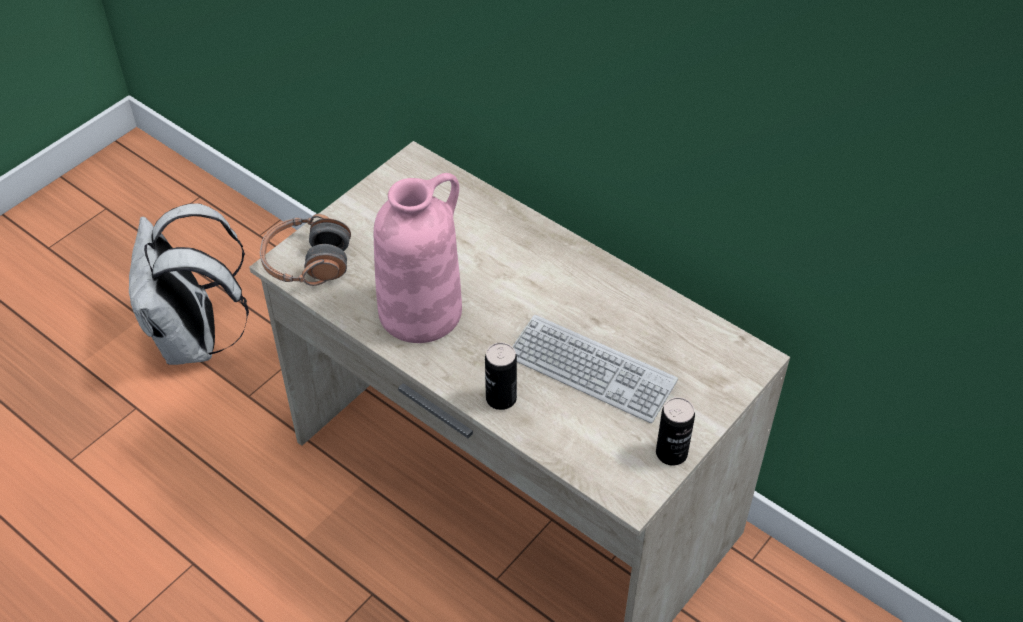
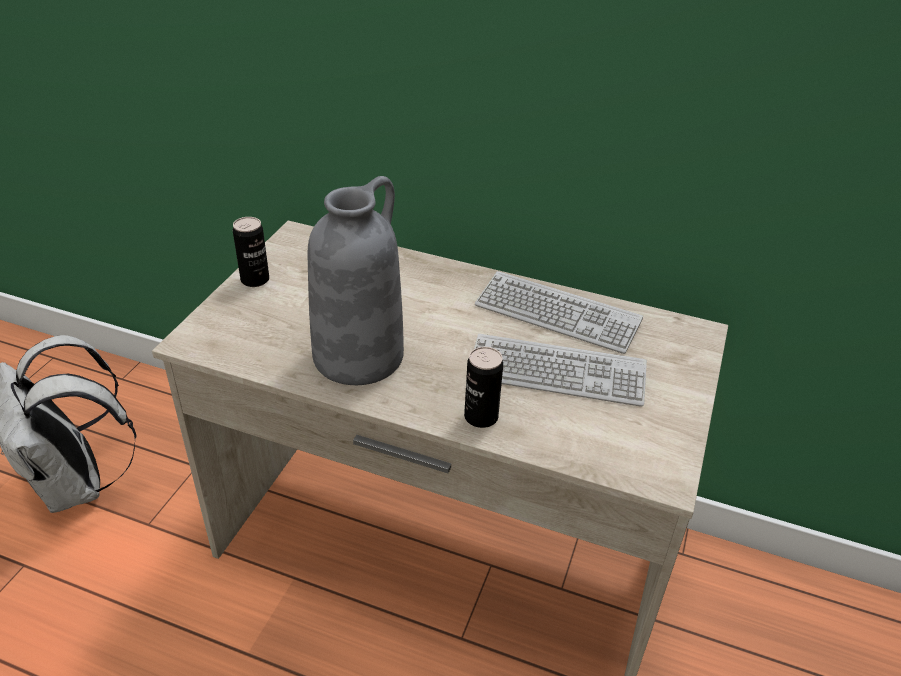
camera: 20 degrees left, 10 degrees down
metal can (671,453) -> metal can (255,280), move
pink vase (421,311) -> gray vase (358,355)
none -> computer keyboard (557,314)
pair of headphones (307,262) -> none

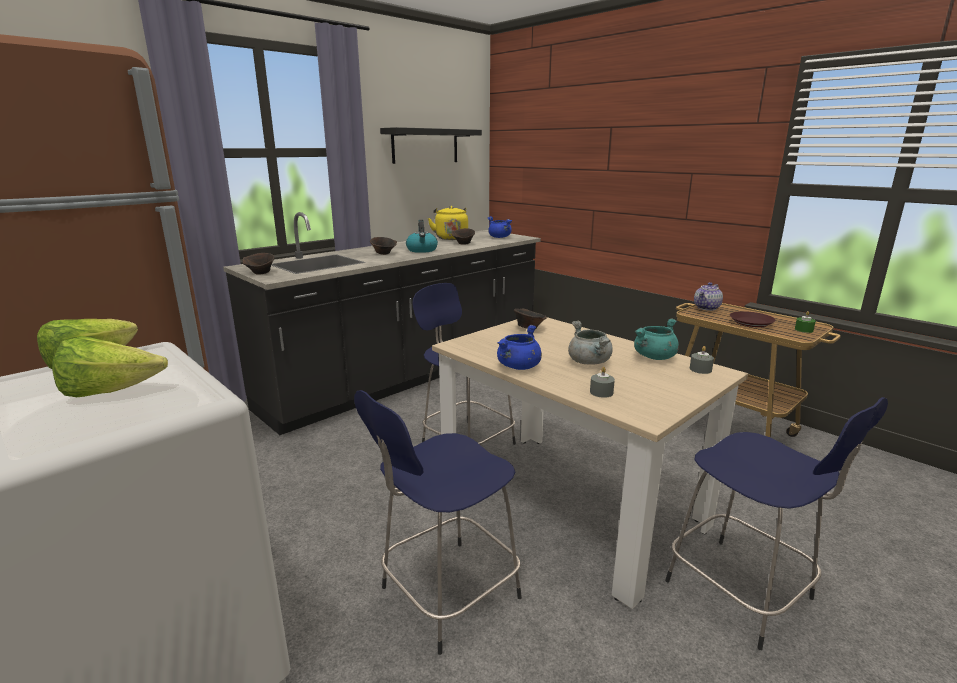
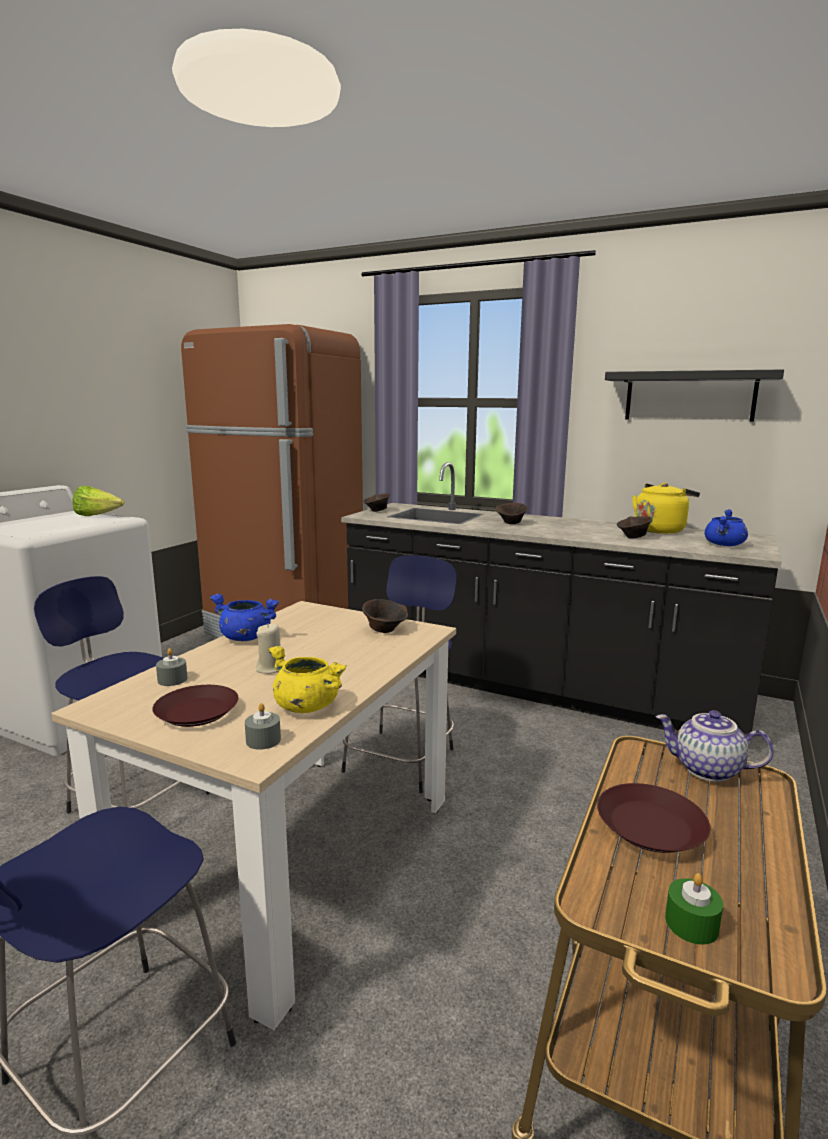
camera: 70 degrees right, 5 degrees down
none -> brownish flat dish (196,712)
gray stockpot (589,362) -> beige wax candle (271,668)
turquoise-coloured stockpot (654,357) -> yellow-coloured stockpot (306,706)
lettuce (111,392) -> none
tea kettle (422,250) -> none

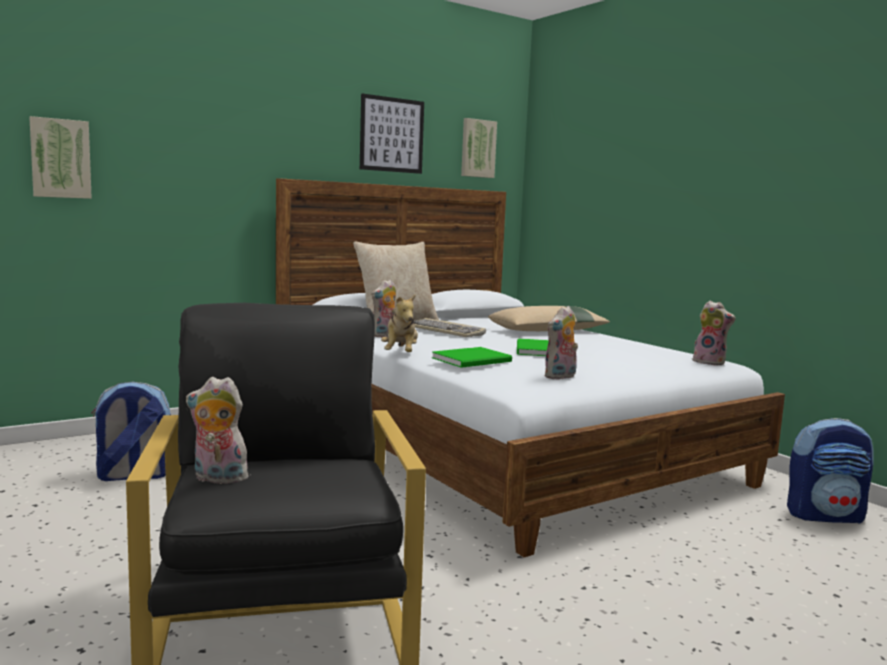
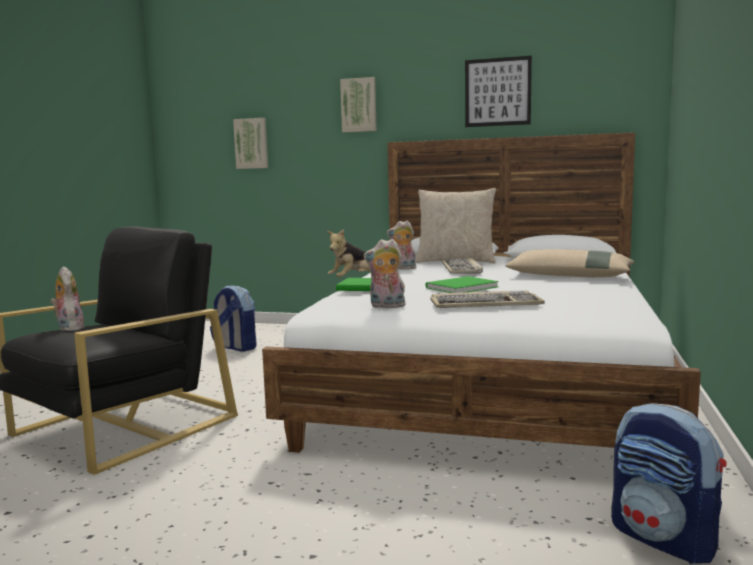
camera: 50 degrees right, 0 degrees up
picture (477,148) -> picture (359,105), move
none -> computer keyboard (485,304)
cuddly toy (710,362) -> none

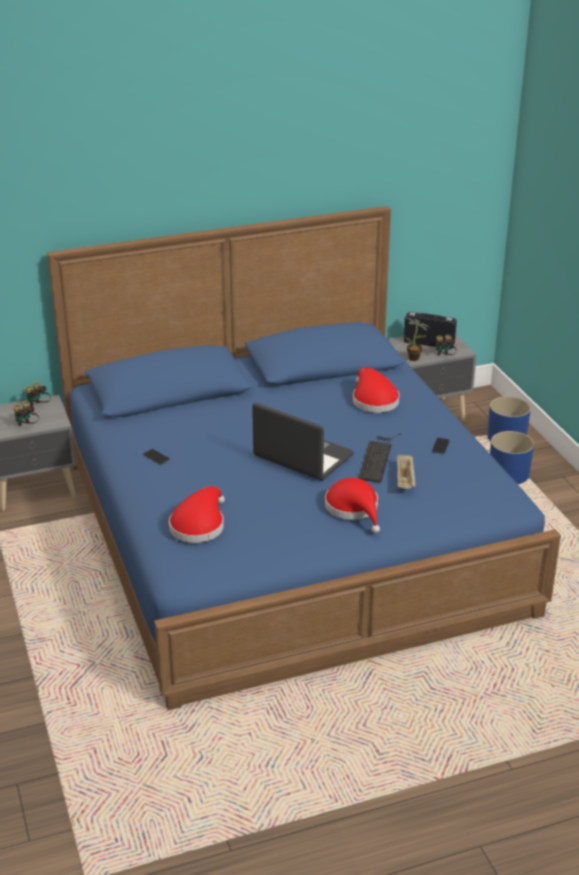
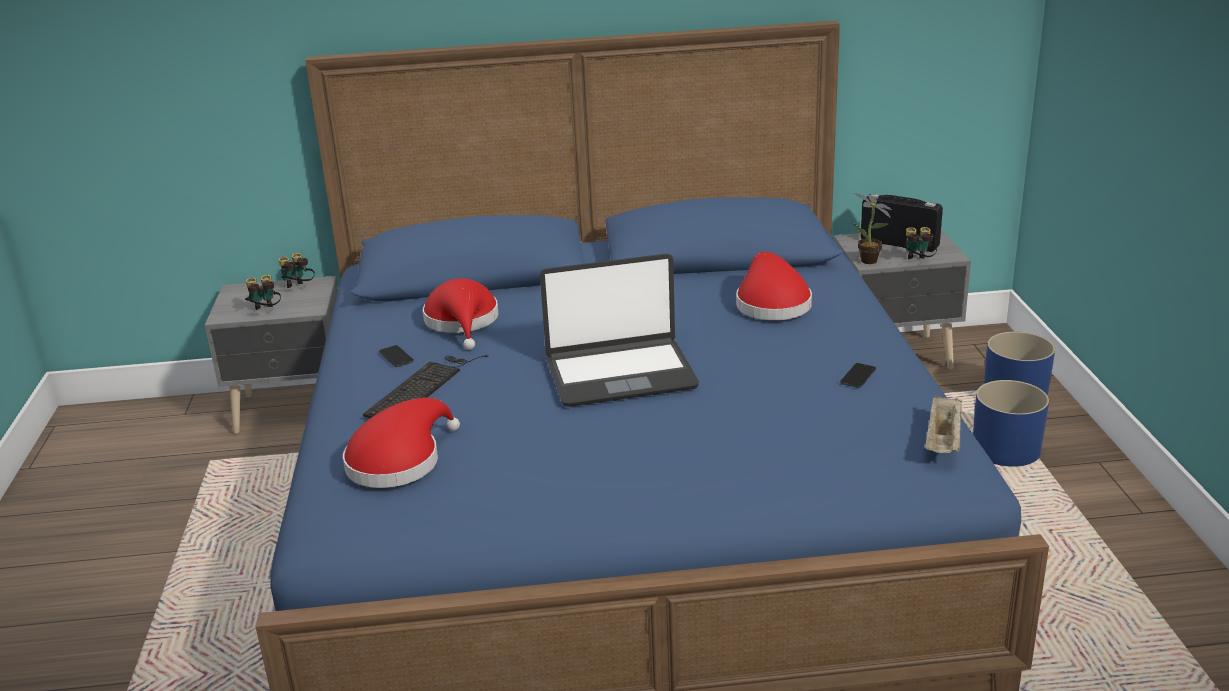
camera: 15 degrees right, 5 degrees down
computer keyboard (378,457) -> computer keyboard (423,386), move
red-coloured hat (354,509) -> red-coloured hat (463,322), move
portable computer (302,457) -> portable computer (620,374), 120 degrees clockwise
beige serving tray (405,480) -> beige serving tray (943,441), move

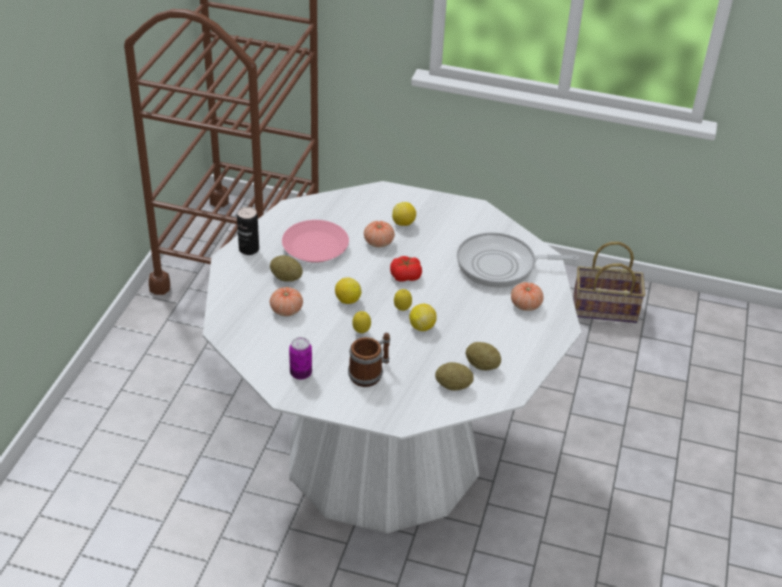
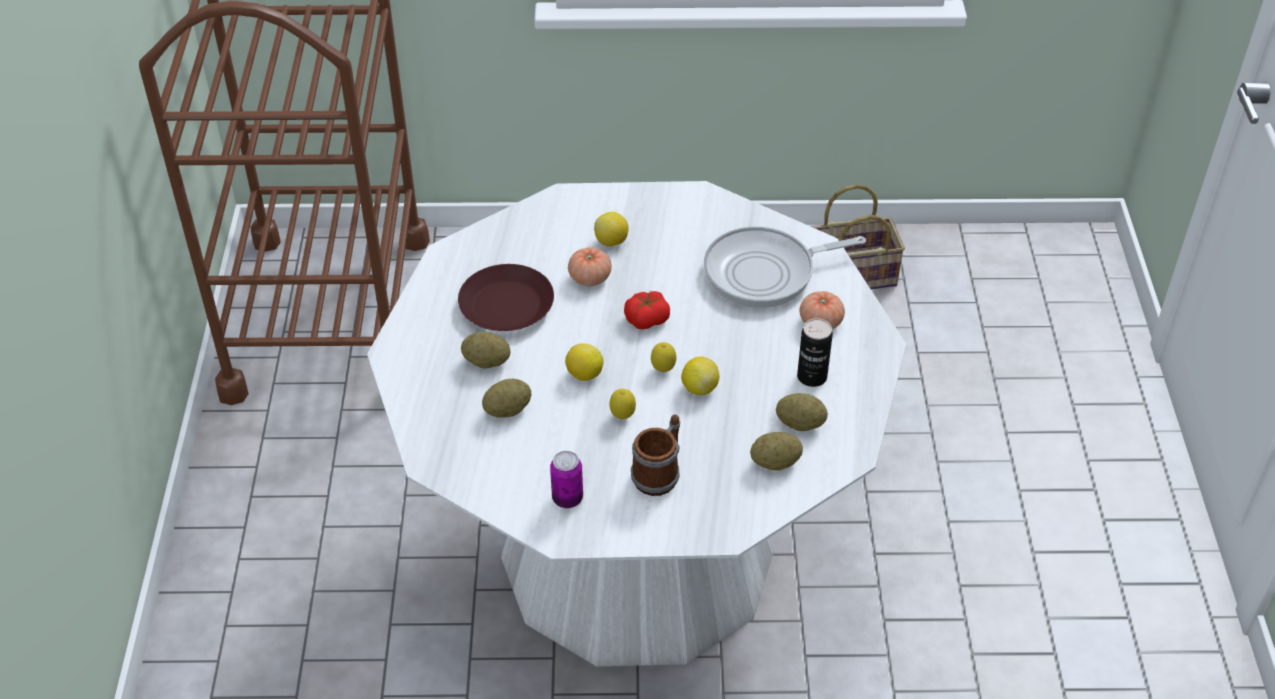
camera: 15 degrees left, 5 degrees up
pink flat dish (316,247) -> brownish flat dish (507,306)
whole tomato (286,310) -> spud (507,410)
metal can (249,249) -> metal can (812,377), move

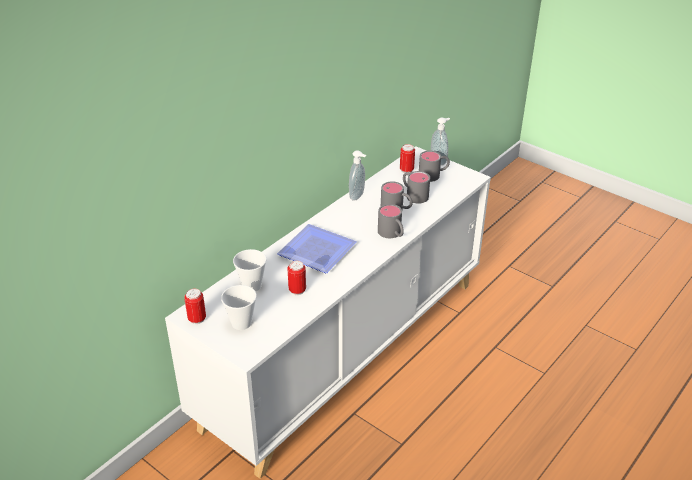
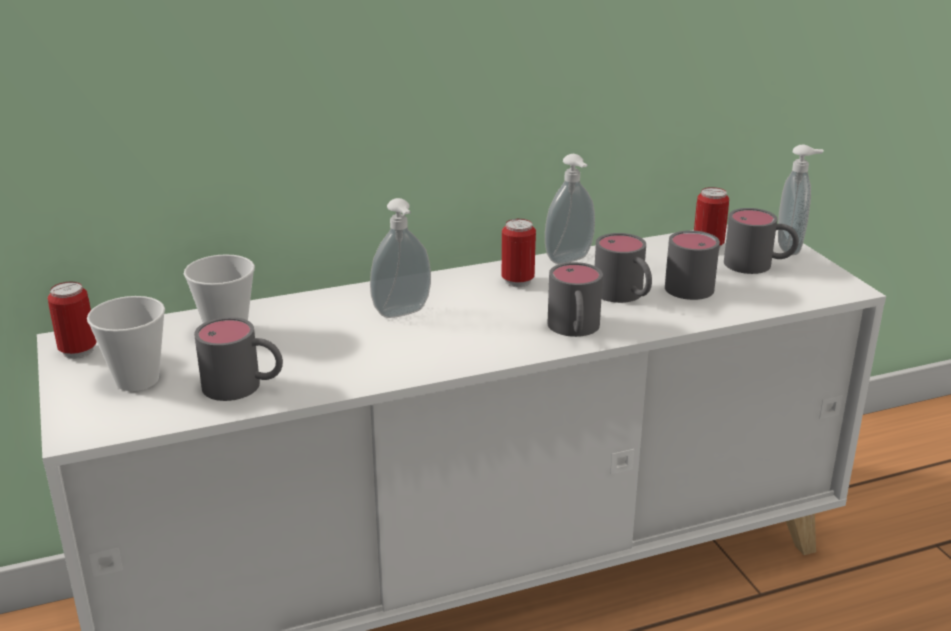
camera: 30 degrees right, 10 degrees down
none -> gray tea mug (244,386)
flat dish (316,249) -> liquid soap bottle (403,313)
metal can (297,290) -> metal can (517,281), move

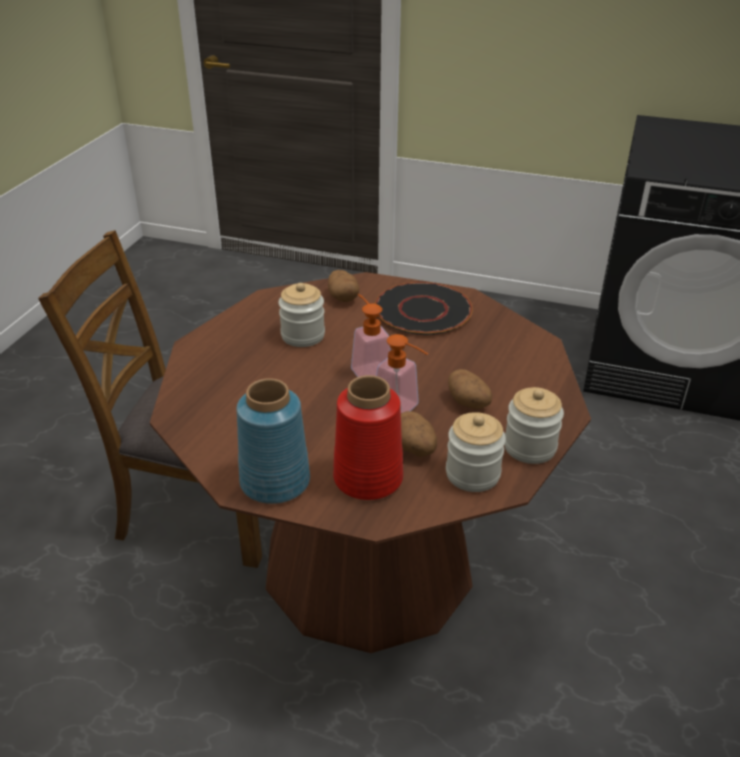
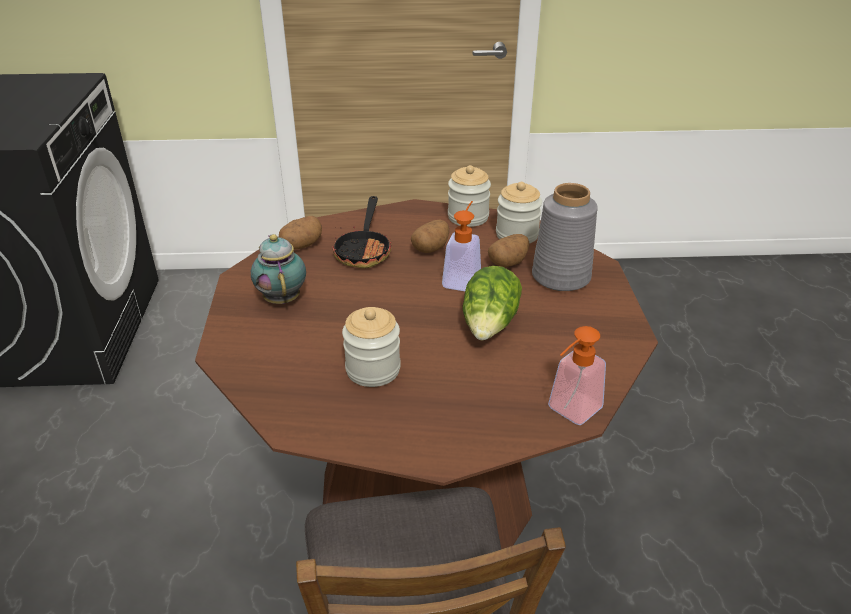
camera: 110 degrees left, 0 degrees up
black flat dish (422,310) -> pot for tea (282,298)
spud (343,297) -> spud (301,245), move
none -> skillet (364,250)
none -> lettuce (490,325)
red-coloured vase (367,477) -> gray vase (560,277)
liquid soap bottle (368,369) -> liquid soap bottle (569,412), move
blue vase (274,482) -> none

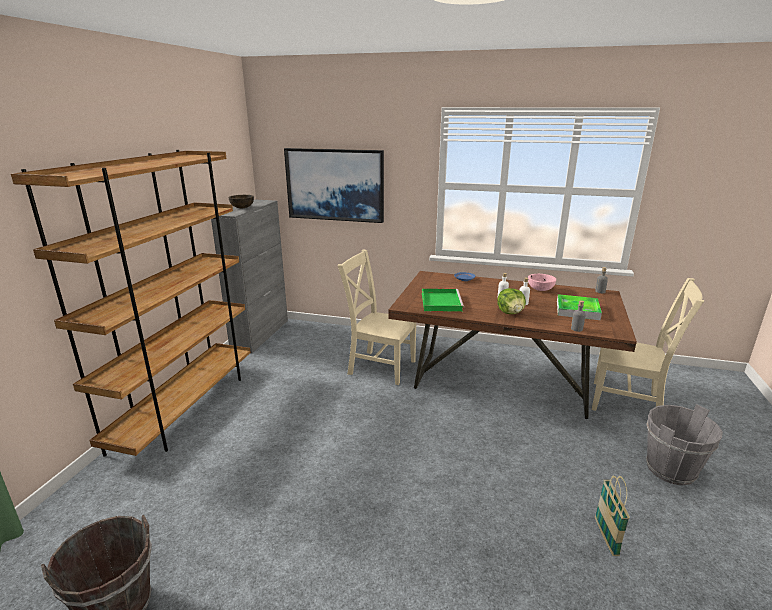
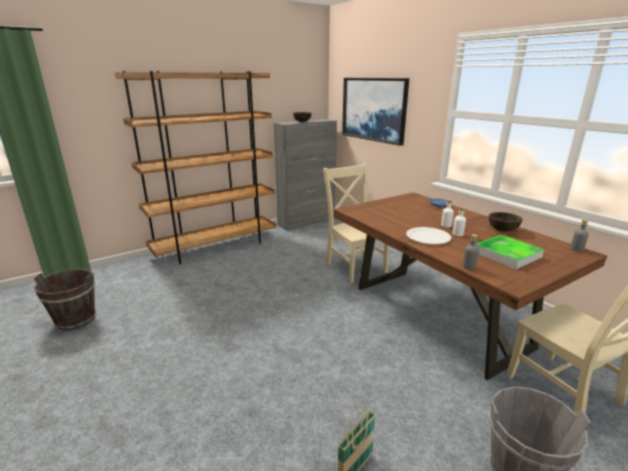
camera: 40 degrees right, 0 degrees up
lettuce (510,313) -> white-coloured flat dish (428,237)
pink deep dish (540,289) -> brownish deep dish (503,230)
green serving tray (440,302) -> none

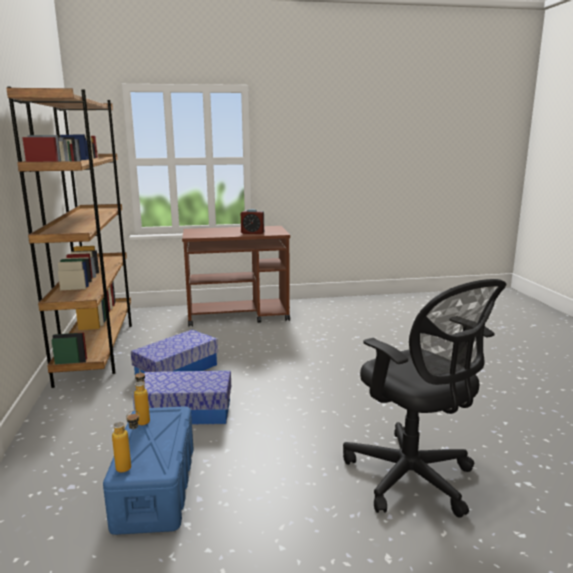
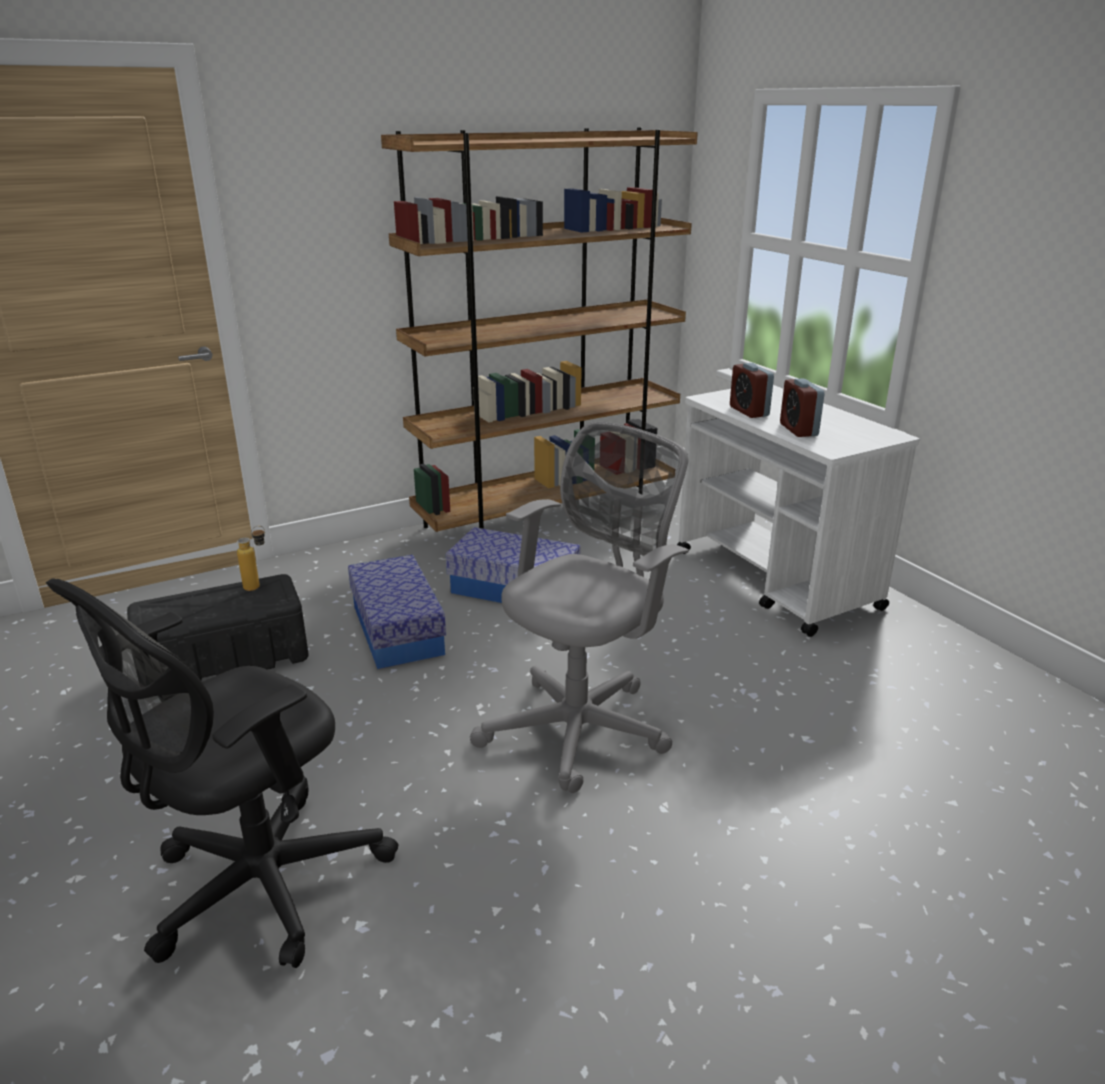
camera: 70 degrees right, 10 degrees up
blue storage container (156,486) -> black storage container (226,659)
none -> gray computer chair (582,726)
brownish trolley (238,315) -> white-coloured trolley (776,580)
none -> bedside clock (749,411)
beverage bottle (130,466) -> none

